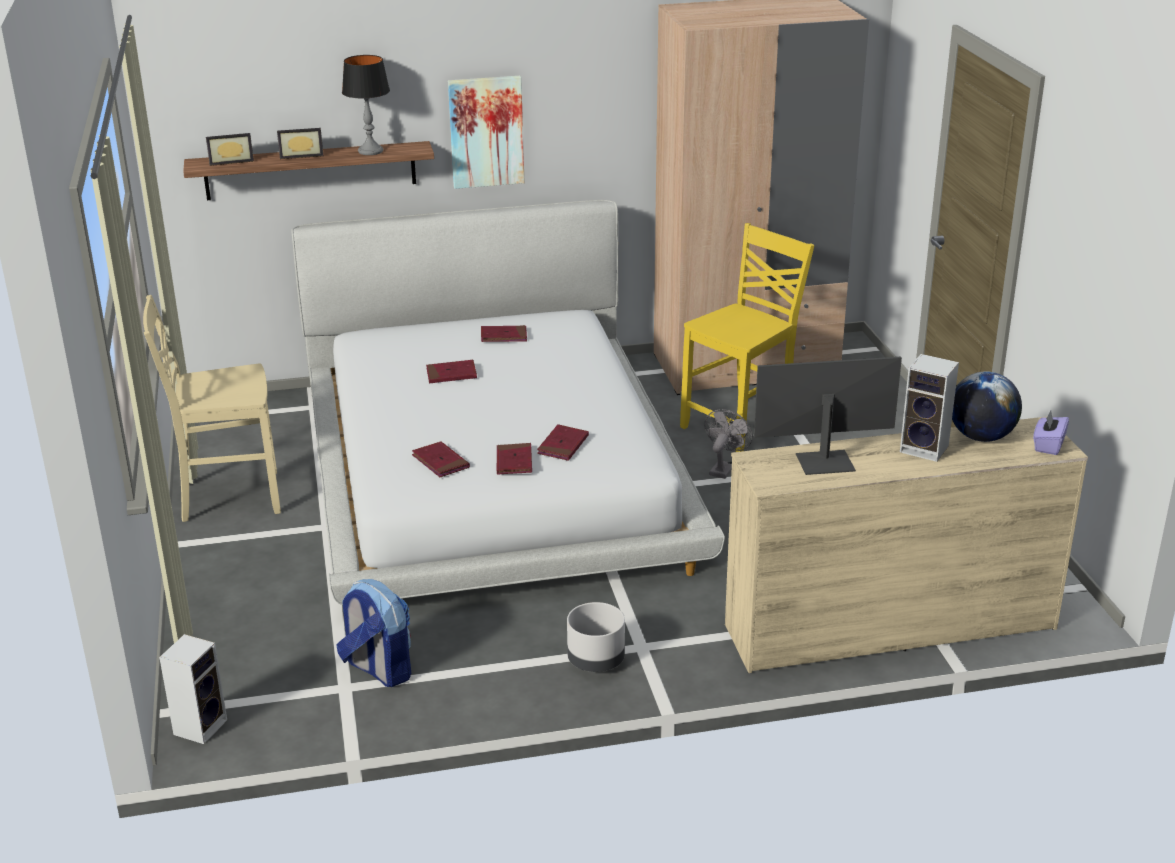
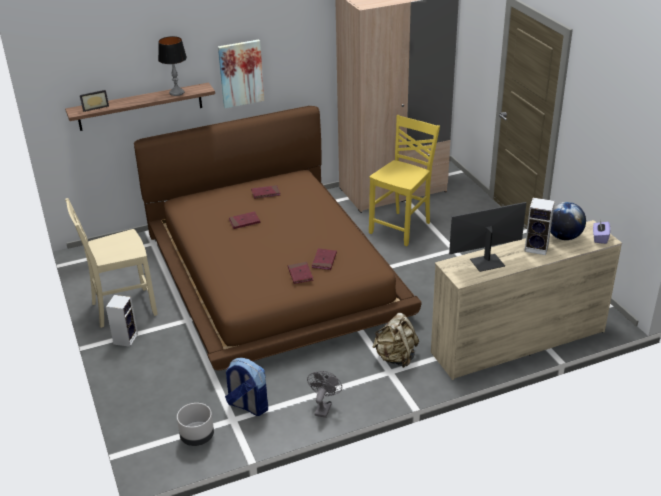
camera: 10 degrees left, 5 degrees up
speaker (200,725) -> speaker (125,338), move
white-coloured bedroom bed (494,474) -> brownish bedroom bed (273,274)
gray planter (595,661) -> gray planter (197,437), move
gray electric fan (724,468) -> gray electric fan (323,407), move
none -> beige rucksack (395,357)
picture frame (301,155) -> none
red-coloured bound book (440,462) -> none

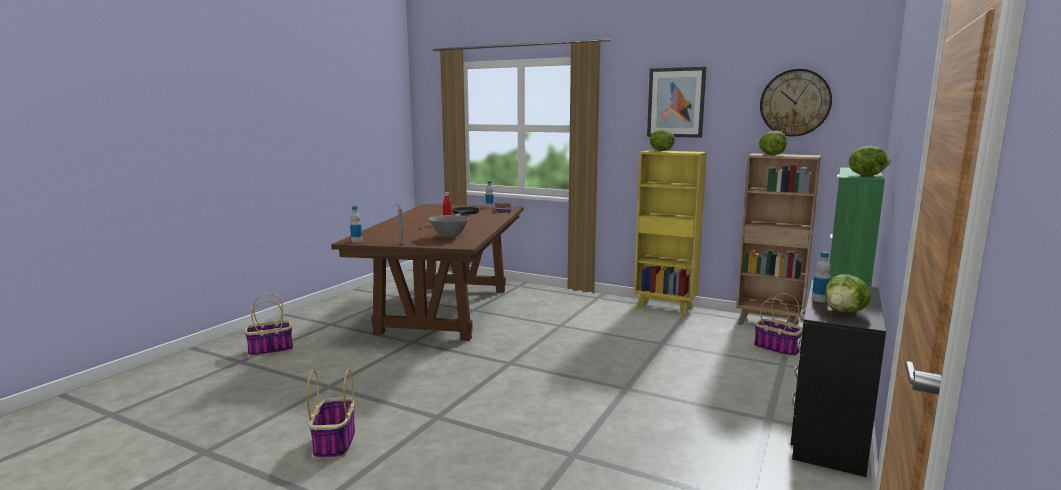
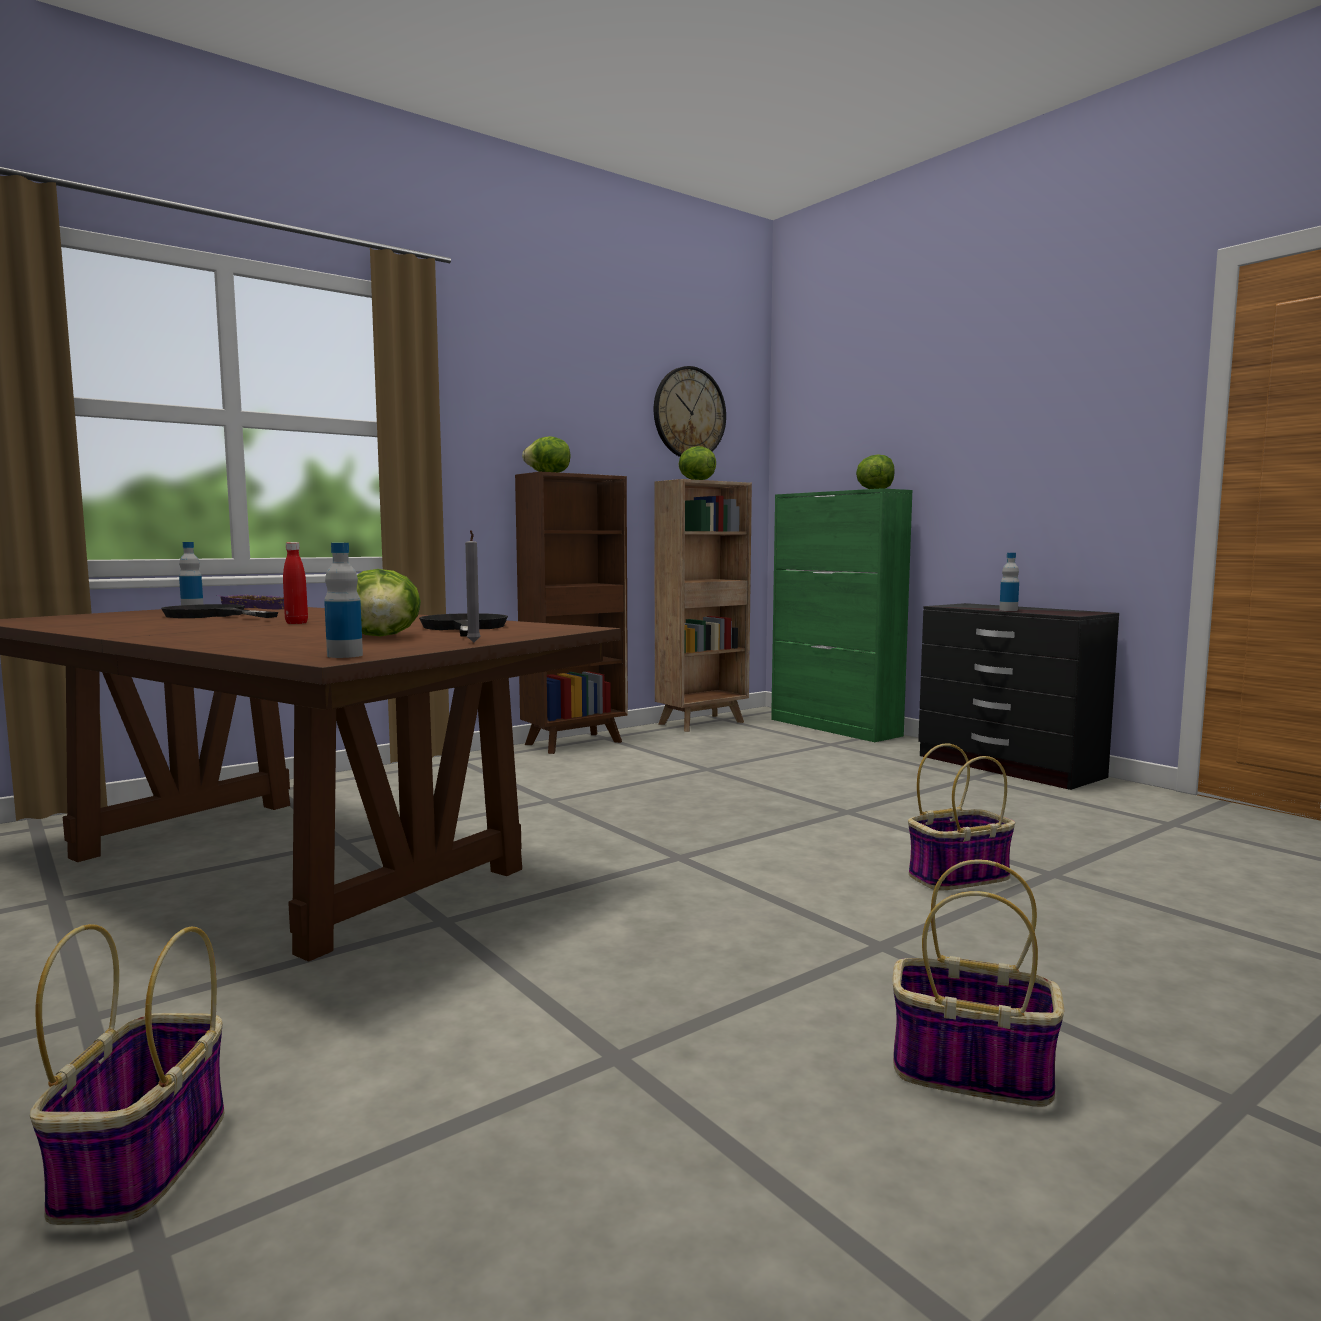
camera: 65 degrees left, 5 degrees down
lettuce (844,312) -> lettuce (383,636), move
gray deep dish (449,237) -> black skillet (464,628)
yellow-coloured shelving unit (665,308) -> brownish shelving unit (575,743)
household basket (777,349) -> household basket (959,876), move
picture (676,102) -> none

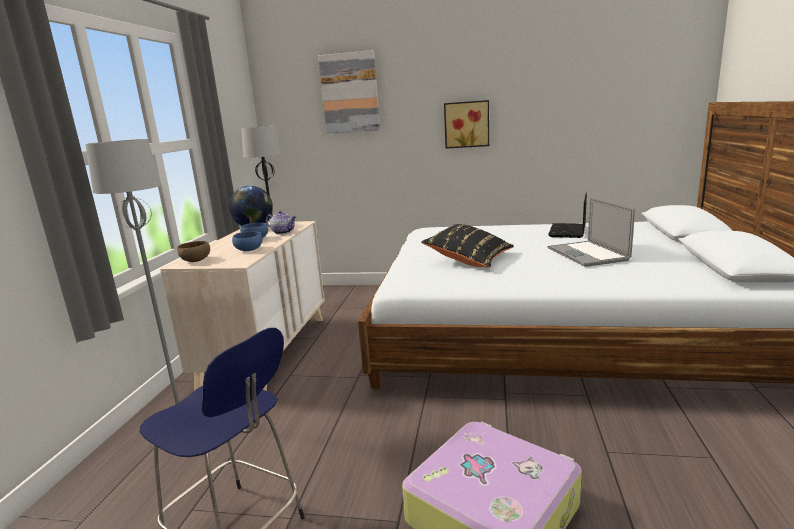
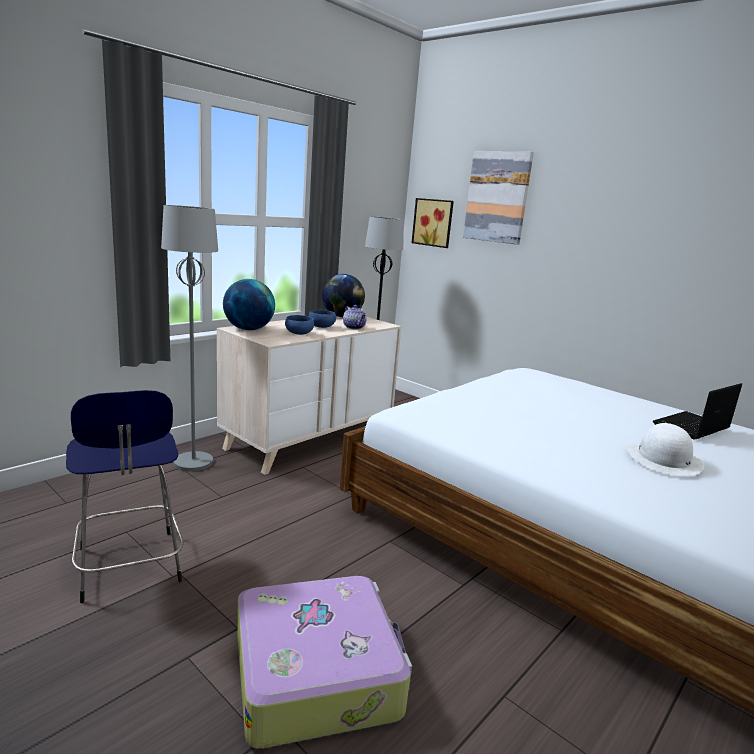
camera: 30 degrees right, 0 degrees up
brownish deep dish (195,260) -> world globe (248,329)
picture (466,124) -> picture (433,222), move
portable computer (587,254) -> white-coloured hat (663,459)
black cushion (469,259) -> none

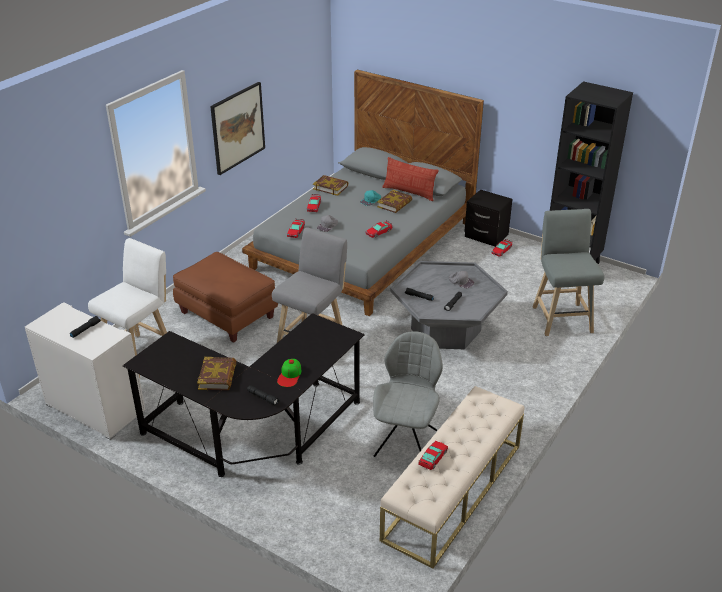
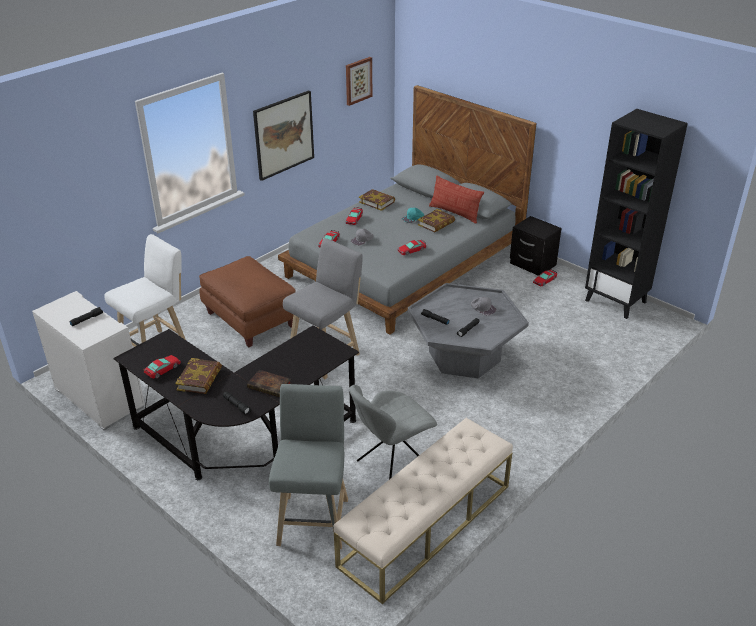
camera: 10 degrees right, 0 degrees up
toy car (433,458) -> toy car (163,369), move
baseball cap (289,375) -> bound book (270,385)
gray stool seat (561,317) -> gray stool seat (314,518), move
none -> picture (358,80)
gray upright chair (406,441) -> gray upright chair (392,466), 150 degrees counterclockwise

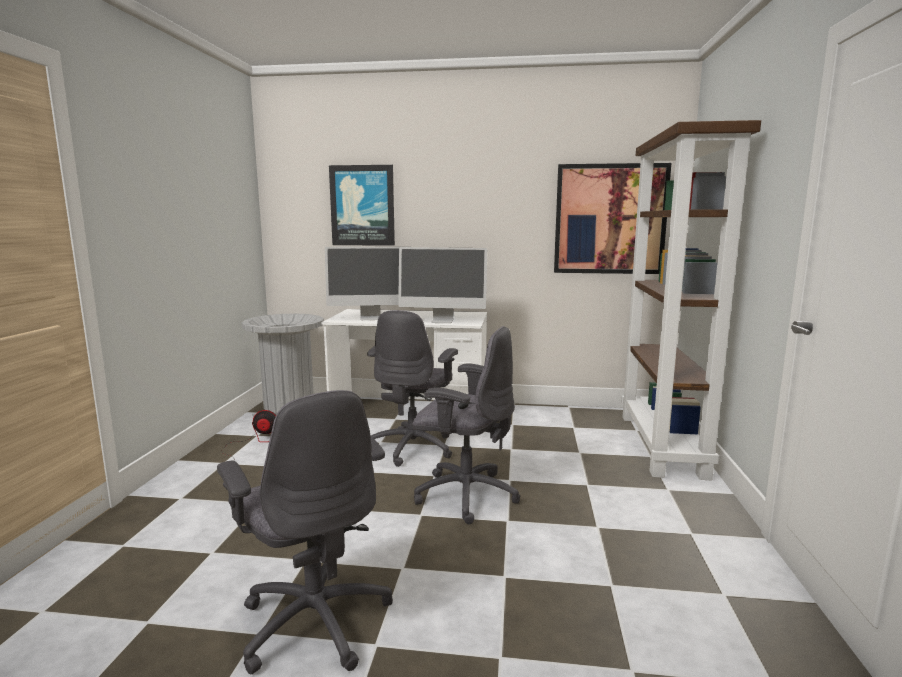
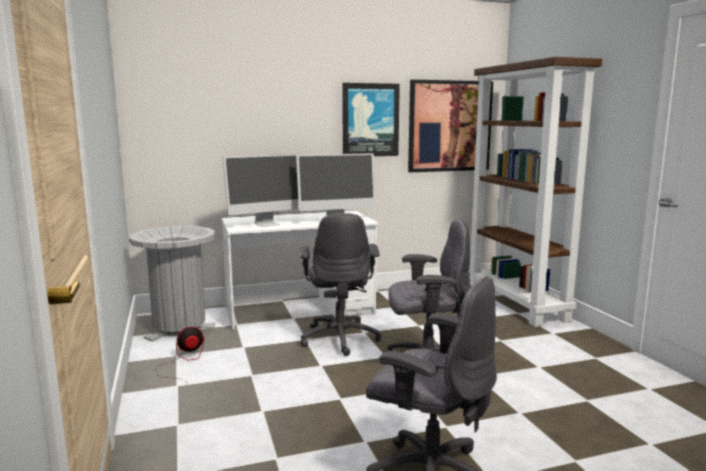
camera: 25 degrees left, 0 degrees up
picture (362,205) -> picture (370,120), move

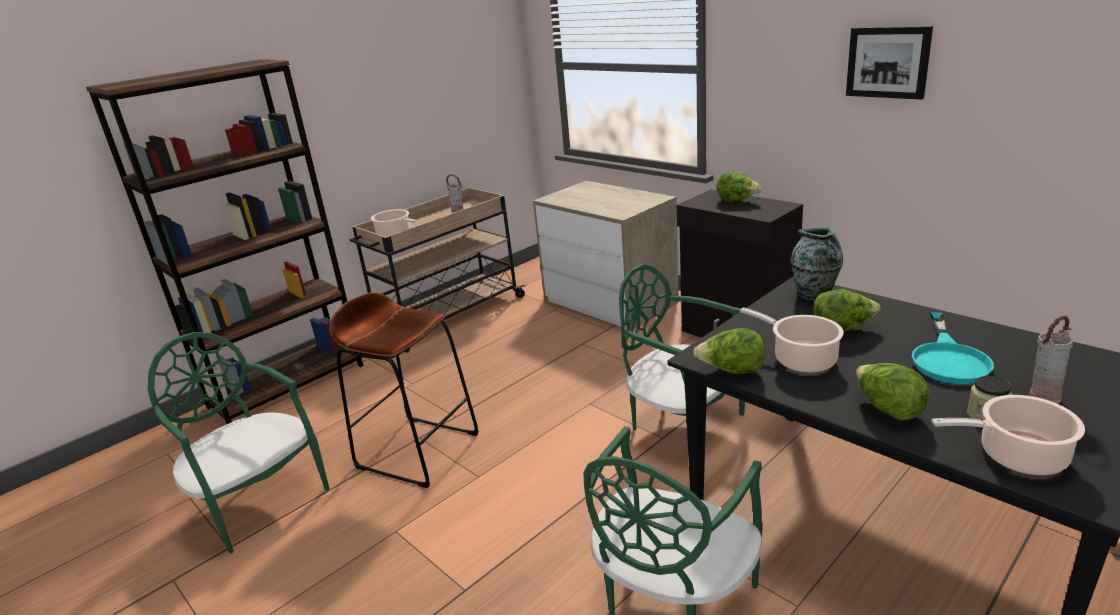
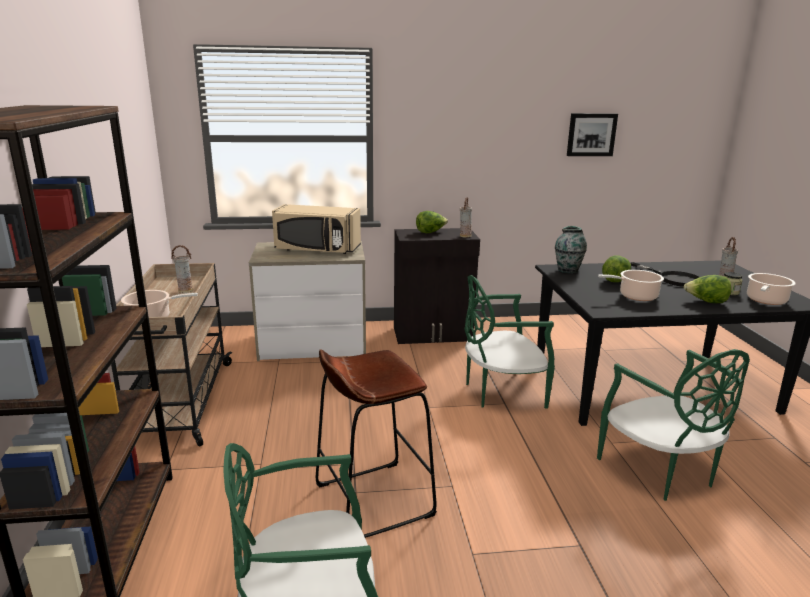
camera: 55 degrees left, 5 degrees down
none -> beige kitchen microwave (317,249)
none -> vase (465,236)
picture (888,62) -> picture (591,134), move
turquoise-coloured skillet (948,359) -> black skillet (672,278)
lettuce (731,371) -> none

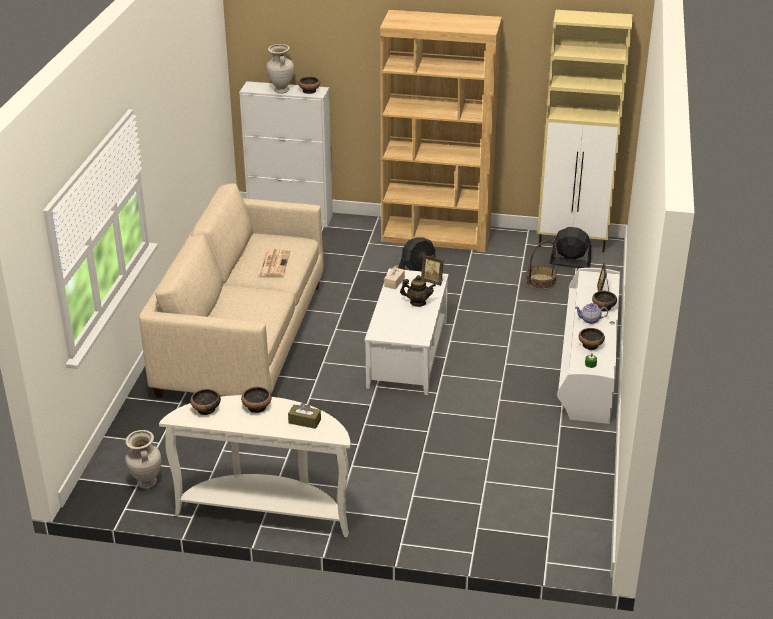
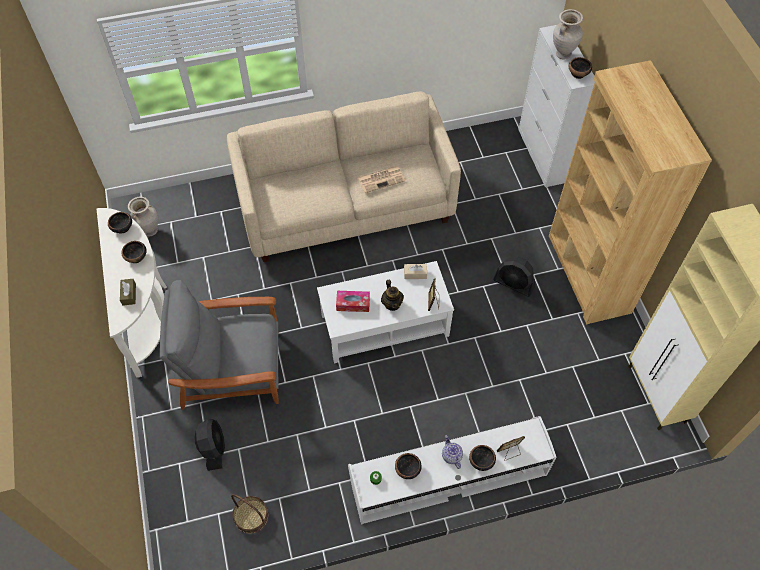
camera: 65 degrees right, 25 degrees up
none -> gray armchair (233,369)
black electric fan (570,263) -> black electric fan (213,448), move
household basket (541,281) -> household basket (251,516), move
none -> tissue box (353,304)

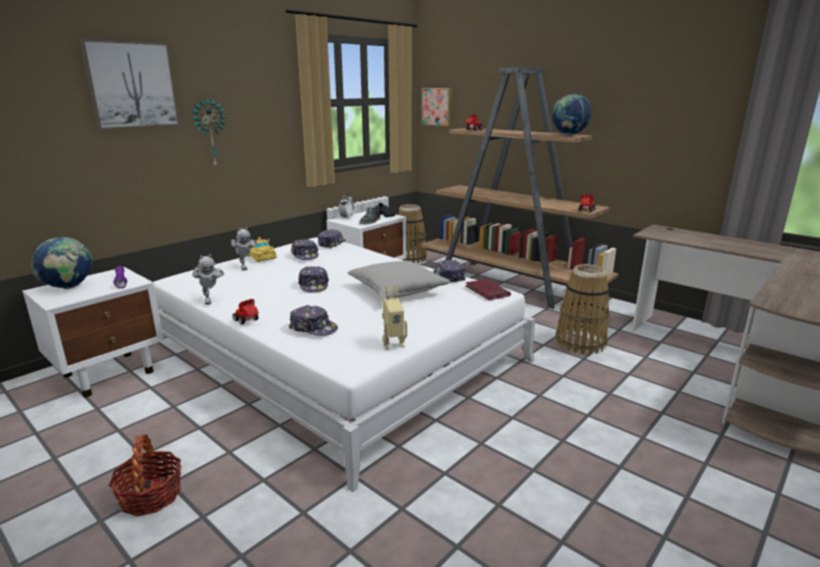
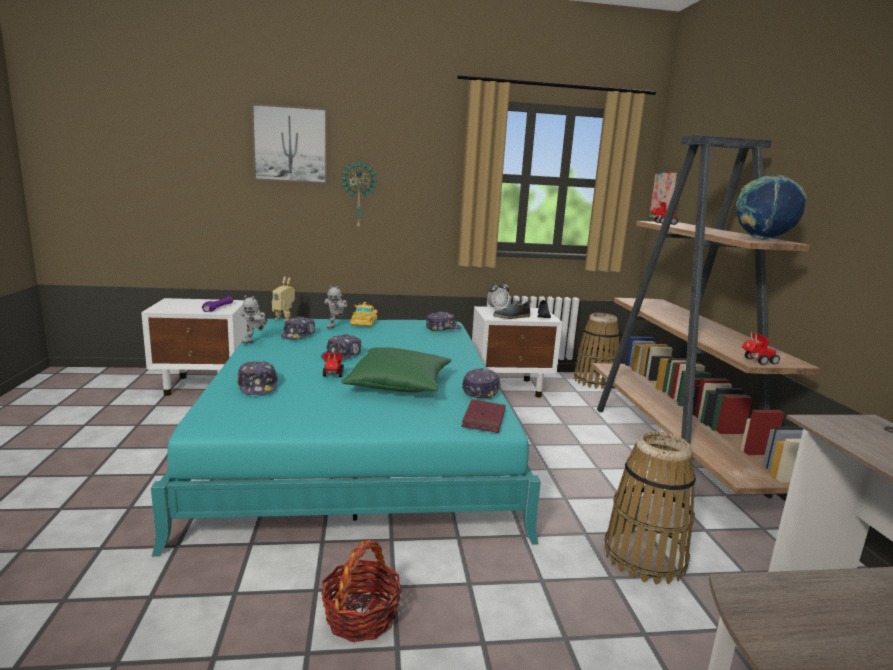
camera: 40 degrees right, 5 degrees down
white-coloured bedroom bed (335,353) -> turquoise-coloured bedroom bed (359,438)
model robot (393,344) -> model robot (284,318), move
baseball cap (305,255) -> baseball cap (298,335), move
household basket (151,496) -> household basket (361,616), move
toy car (248,321) -> toy car (332,375), move
gray cushion (397,291) -> green cushion (399,385)
world globe (68,288) -> none

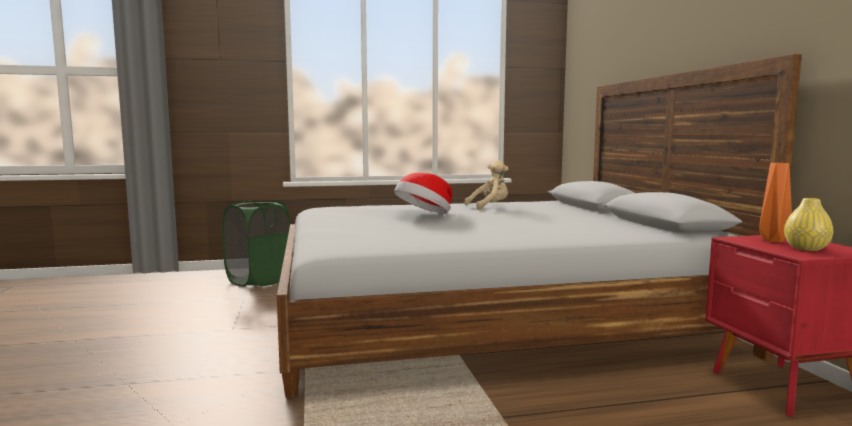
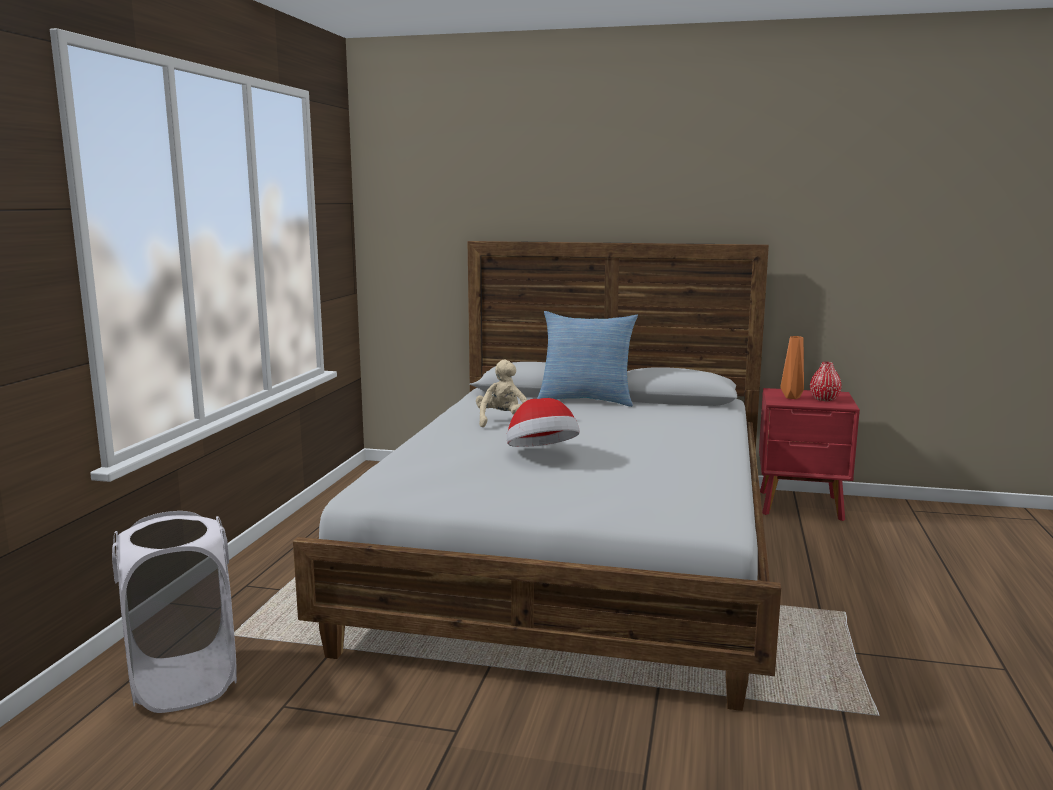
camera: 65 degrees left, 5 degrees up
green laundry basket (259,280) -> white-coloured laundry basket (183,682)
none -> cushion (586,400)
yellow-coloured vase (806,248) -> red-coloured vase (824,399)

